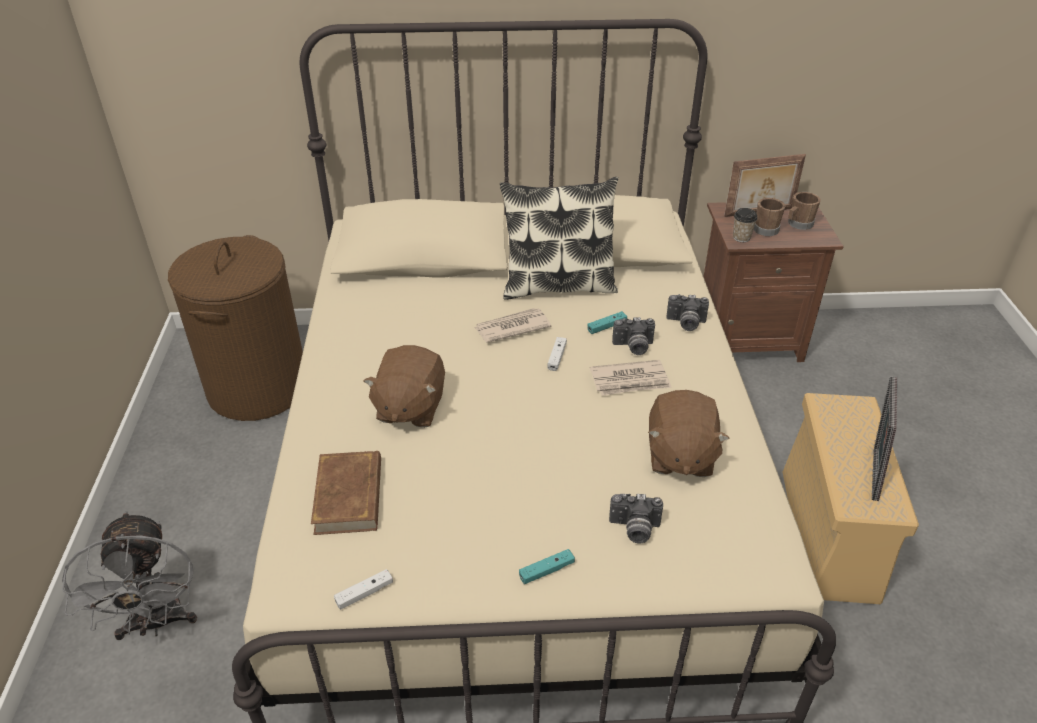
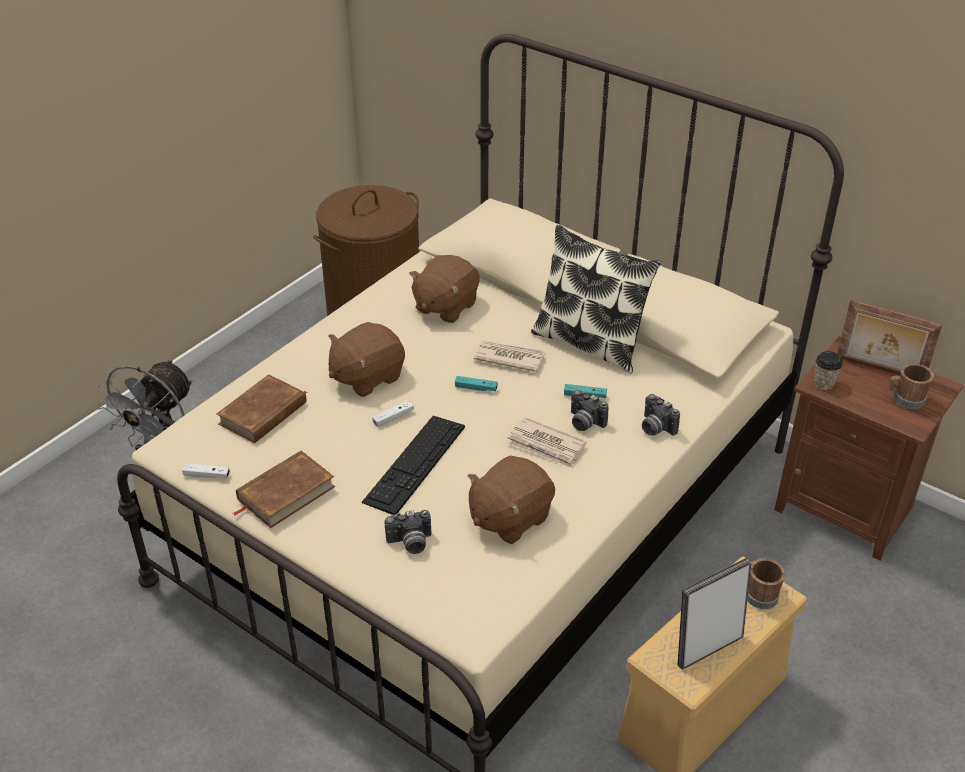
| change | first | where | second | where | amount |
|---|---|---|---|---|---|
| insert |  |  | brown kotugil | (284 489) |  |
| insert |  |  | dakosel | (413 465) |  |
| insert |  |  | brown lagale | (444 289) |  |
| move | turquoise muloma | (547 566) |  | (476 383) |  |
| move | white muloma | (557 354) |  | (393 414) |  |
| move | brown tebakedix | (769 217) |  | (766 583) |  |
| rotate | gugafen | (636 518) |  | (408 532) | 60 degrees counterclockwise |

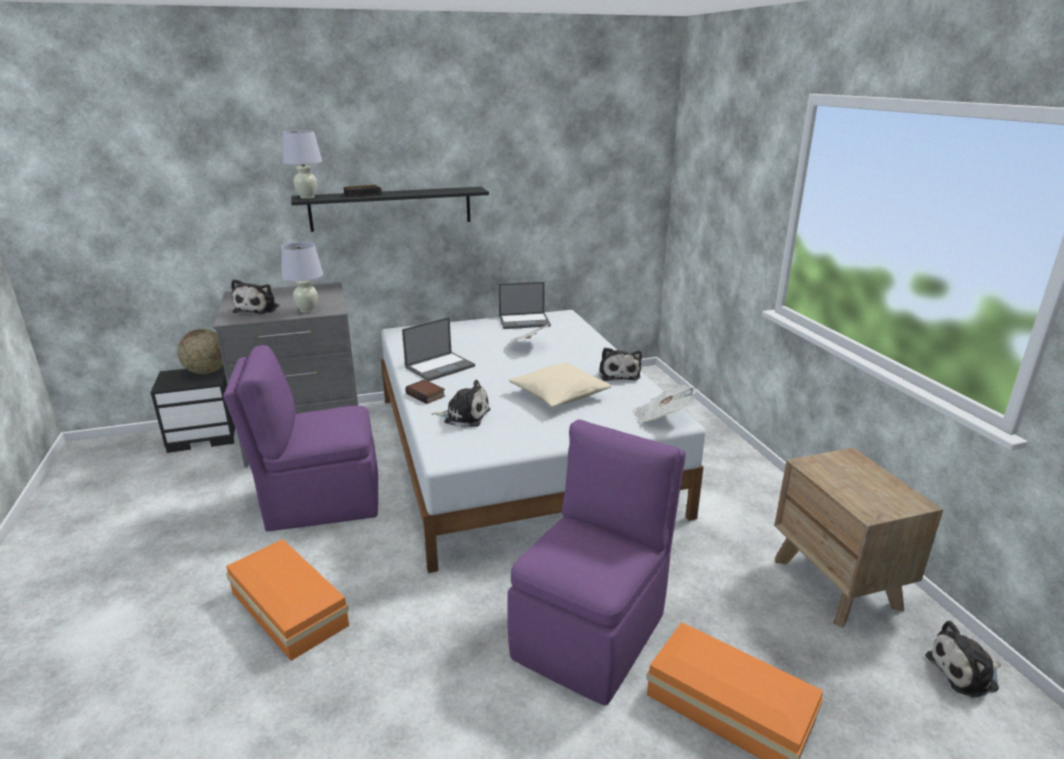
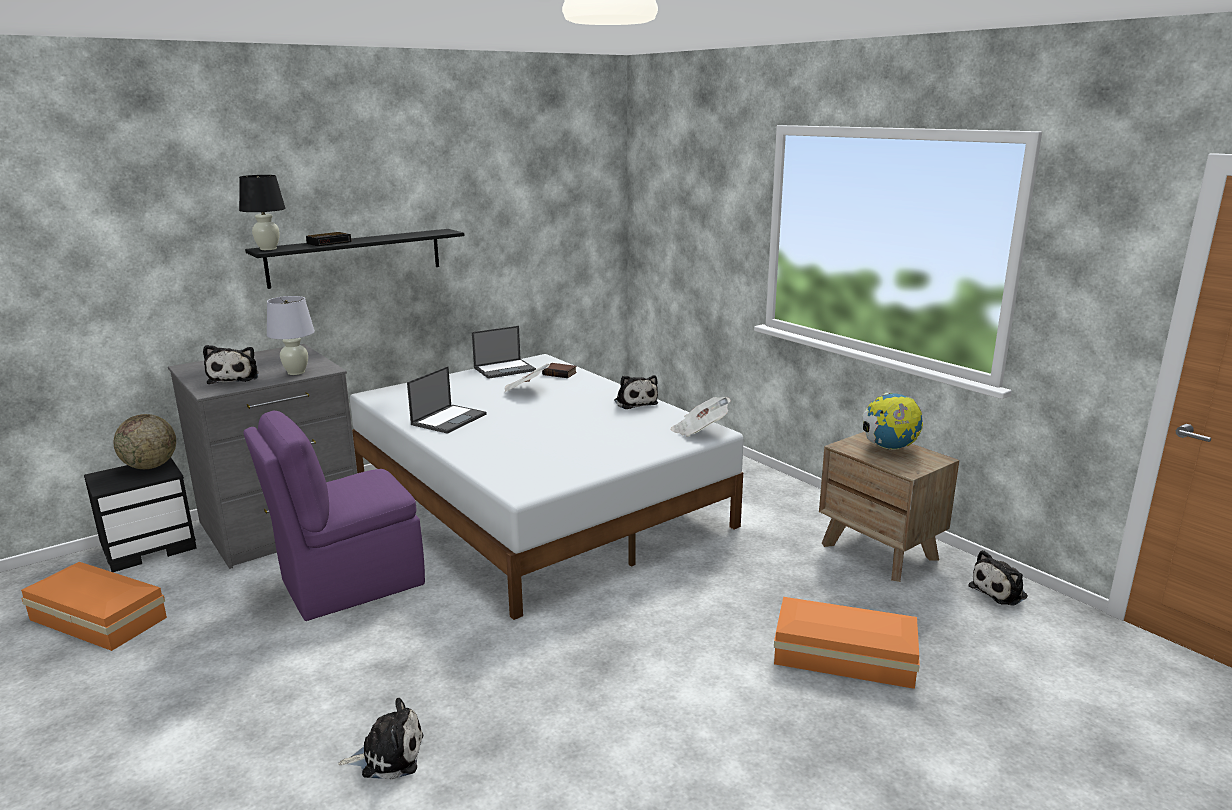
| change | first | where | second | where | amount |
|---|---|---|---|---|---|
| delete | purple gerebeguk | (596 562) |  |  |  |
| delete | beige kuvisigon | (560 384) |  |  |  |
| insert |  |  | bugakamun | (892 421) |  |
| move | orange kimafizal | (287 600) |  | (94 606) |  |
| move | kotugil | (425 391) |  | (559 370) |  |
| move | lagale | (461 404) |  | (380 739) |  |
| recolor | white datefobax | (302 164) | black datefobax | (262 212) |  |

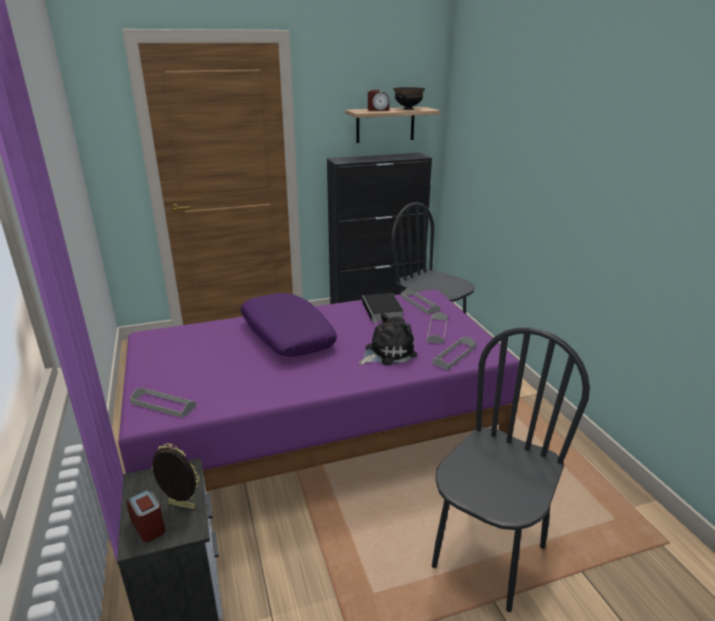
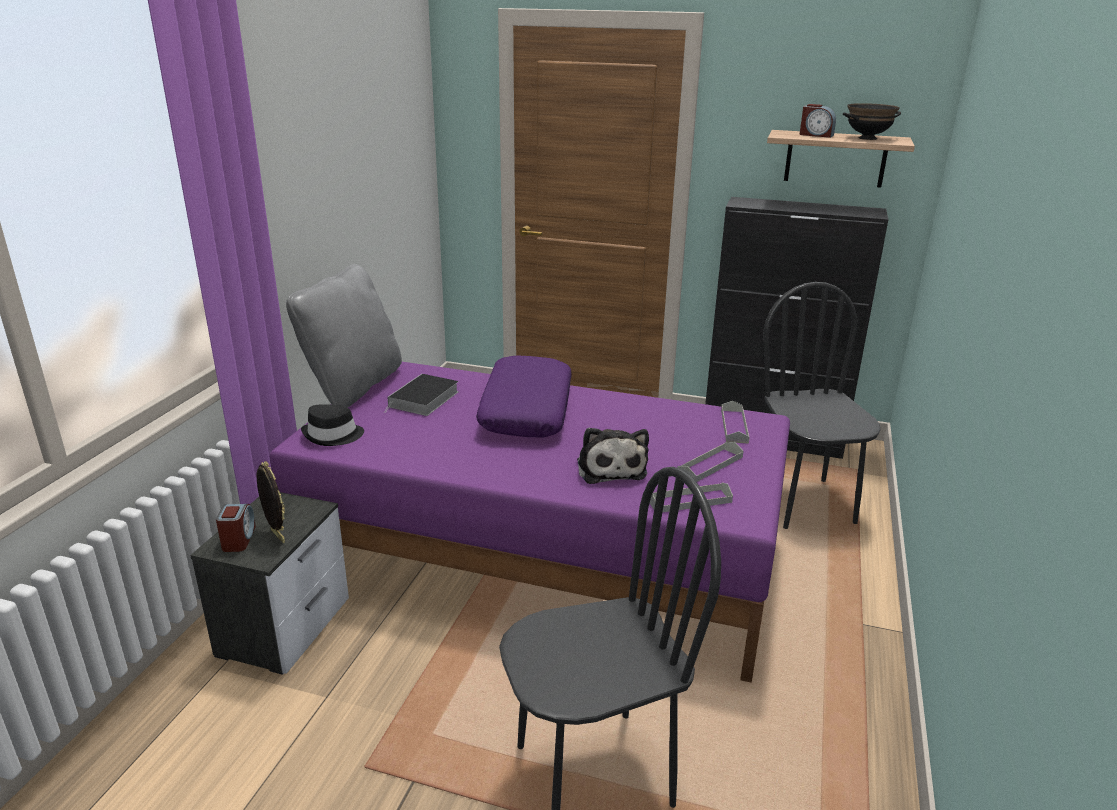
| change | first | where | second | where | amount |
|---|---|---|---|---|---|
| insert |  |  | grey kuvisigon | (344 335) |  |
| move | kotugil | (383 309) |  | (421 395) |  |
| replace | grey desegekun | (163 402) | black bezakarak | (332 425) |  |
| rotate | lagale | (388 339) |  | (613 455) | 75 degrees clockwise |

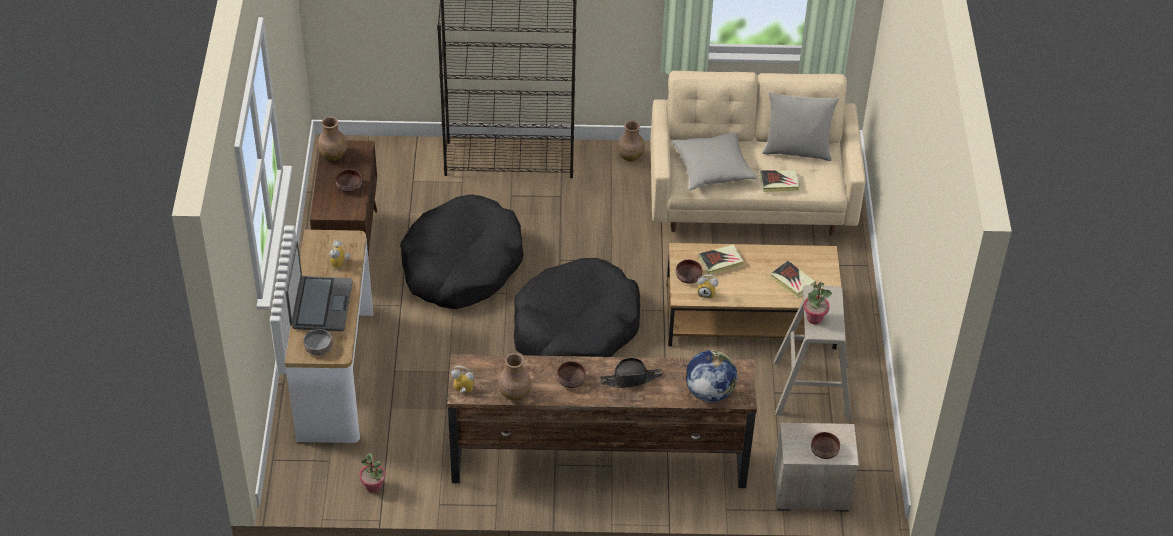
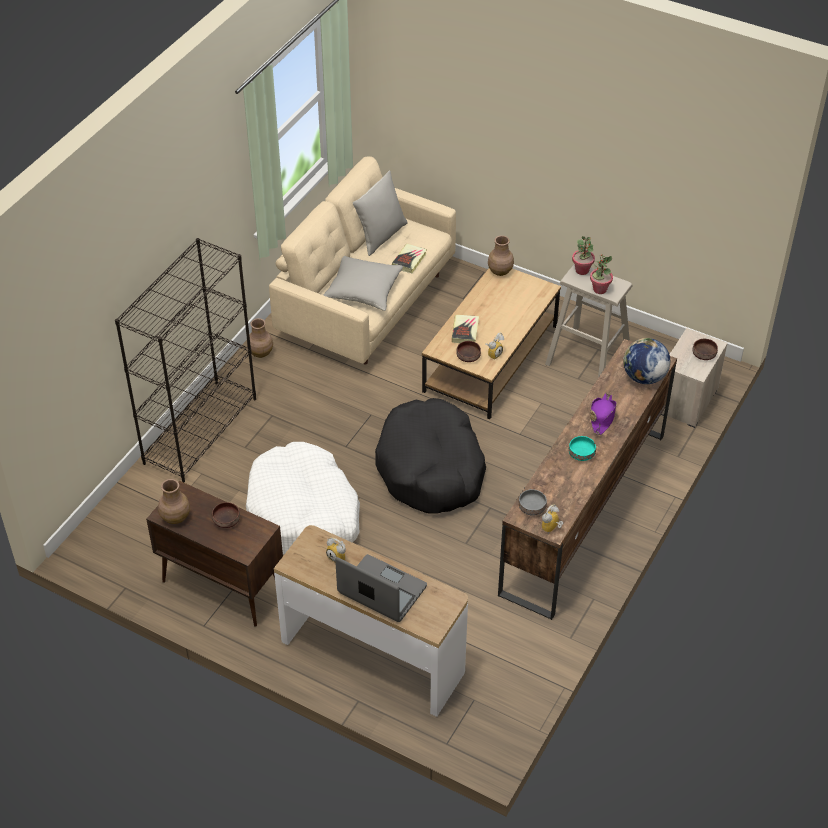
| change | first | where | second | where | amount |
|---|---|---|---|---|---|
| delete | kotugil | (793 279) |  |  |  |
| move | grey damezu | (318 342) |  | (533 502) |  |
| move | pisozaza | (372 473) |  | (583 255) |  |
| move | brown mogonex | (514 376) |  | (501 255) |  |
| recolor | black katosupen | (462 251) | white katosupen | (303 498) |  |
| recolor | brown damezu | (571 374) | turquoise damezu | (582 448) |  |
| recolor | black bezakarak | (631 373) | purple bezakarak | (603 414) |  |

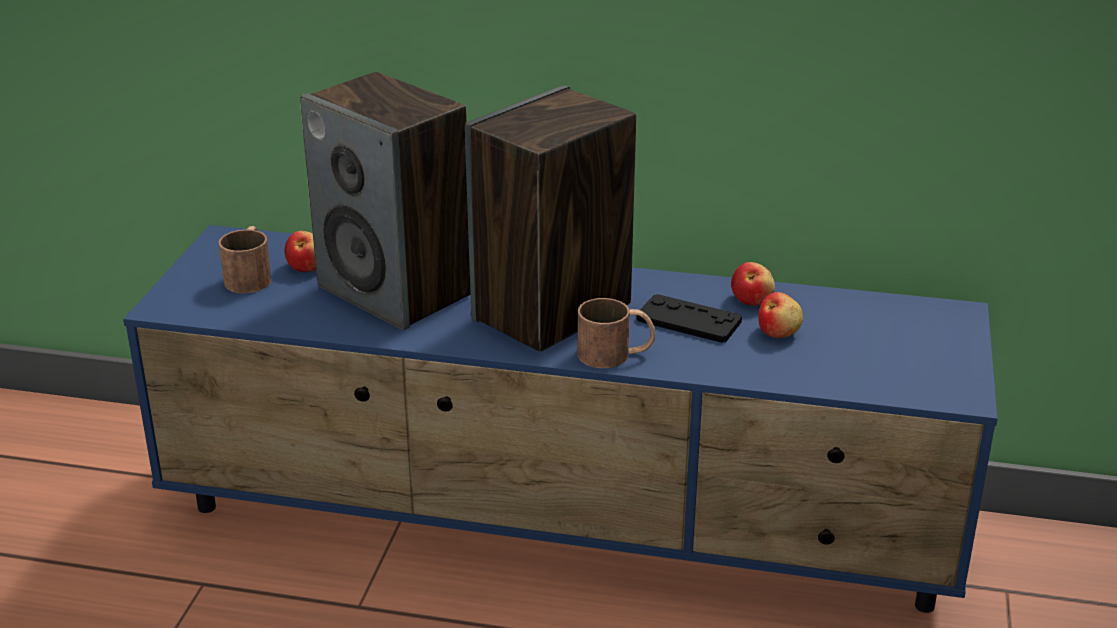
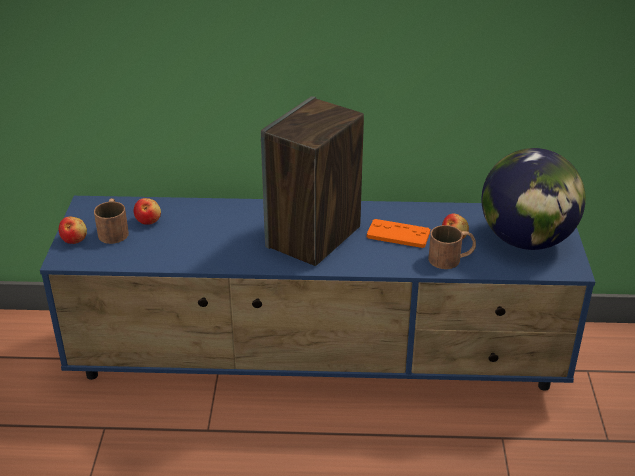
| change | first | where | second | where | amount |
|---|---|---|---|---|---|
| delete | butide | (385 201) |  |  |  |
| insert |  |  | bugakamun | (534 199) |  |
| move | brown tebakedix | (617 333) |  | (452 247) |  |
| move | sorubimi | (753 283) |  | (73 230) |  |
| recolor | black muloma | (689 318) | orange muloma | (398 233) |  |

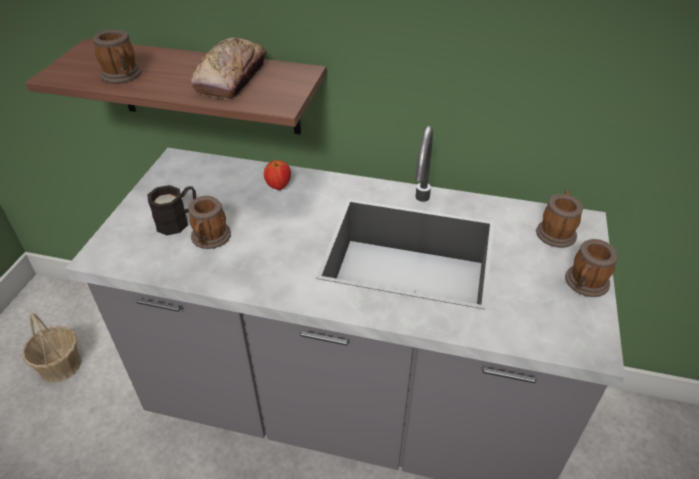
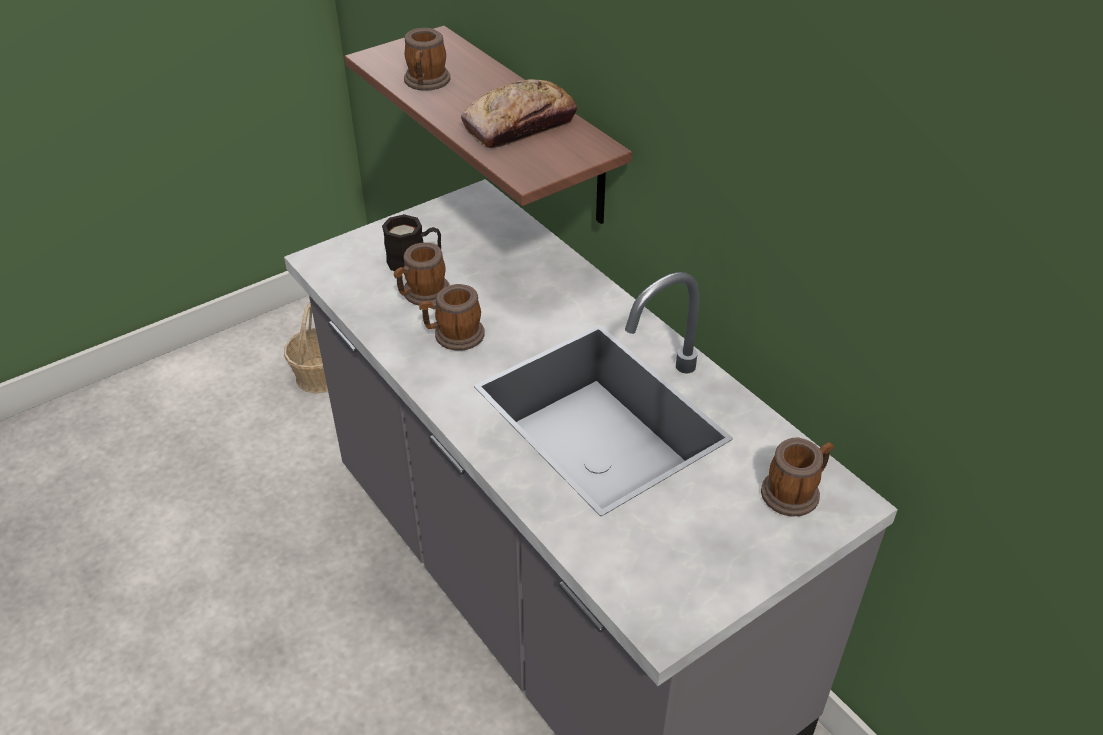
| change | first | where | second | where | amount |
|---|---|---|---|---|---|
| delete | sorubimi | (277 175) |  |  |  |
| move | tebakedix | (591 268) |  | (452 317) |  |

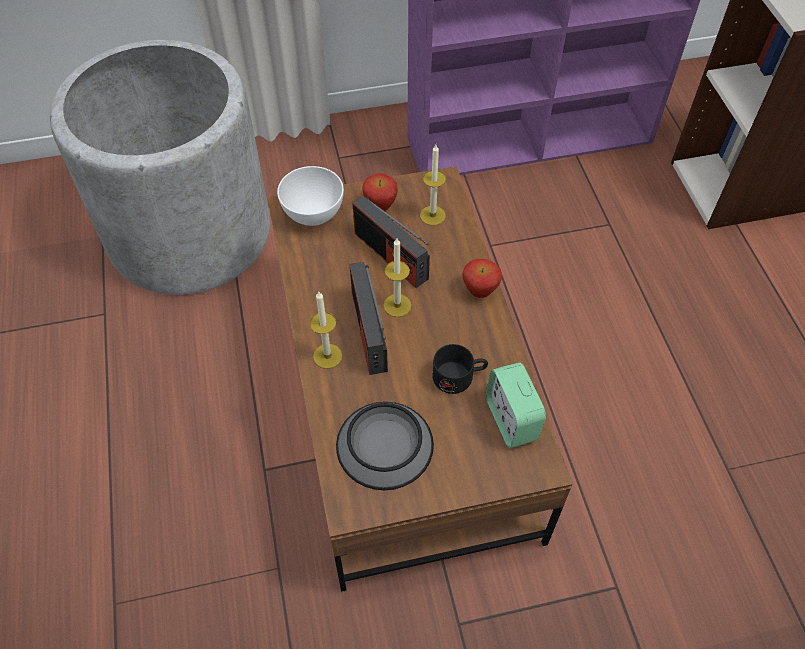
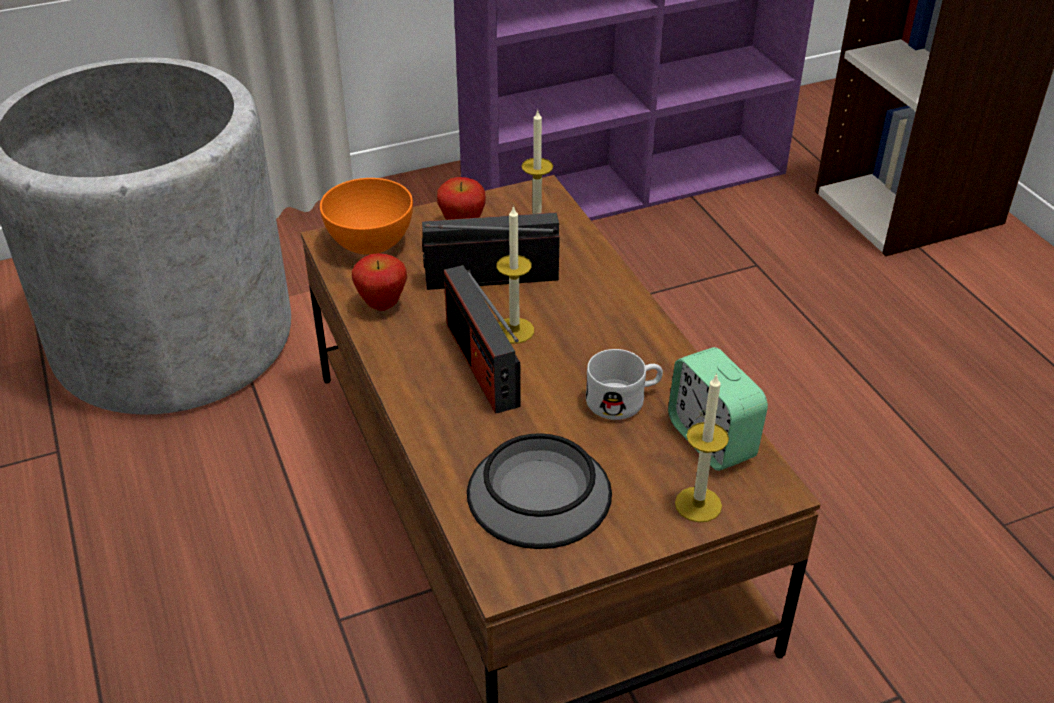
| change | first | where | second | where | amount |
|---|---|---|---|---|---|
| move | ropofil | (326 330) |  | (702 447) |  |
| move | sorubimi | (482 278) |  | (379 282) |  |
| recolor | white damezu | (310 196) | orange damezu | (366 216) |  |
| recolor | black tebakedix | (460 369) | white tebakedix | (624 384) |  |
| rotate | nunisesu | (391 242) |  | (491 251) | 135 degrees clockwise |

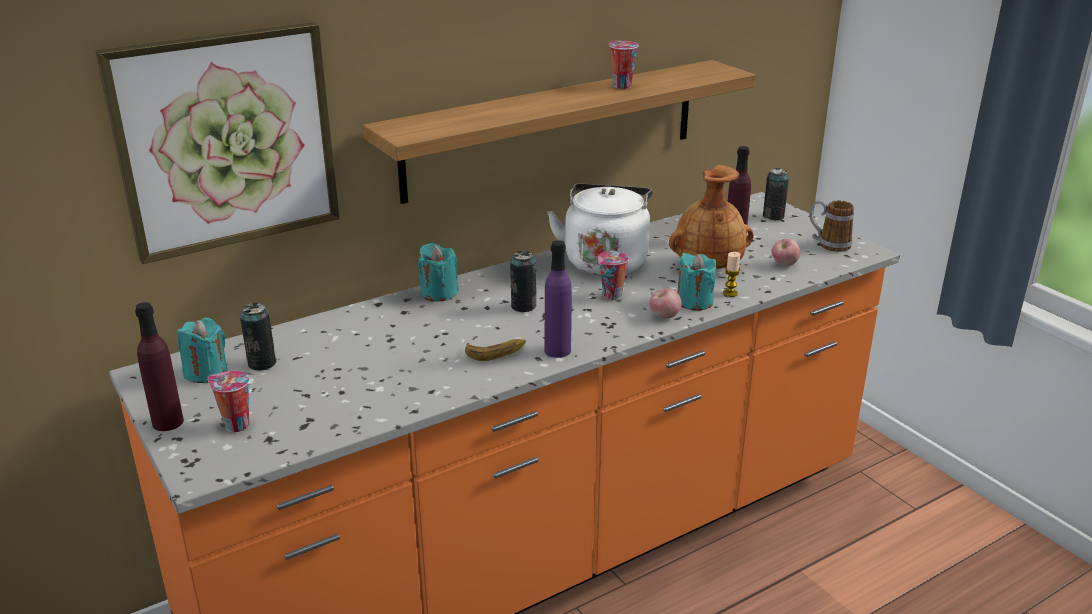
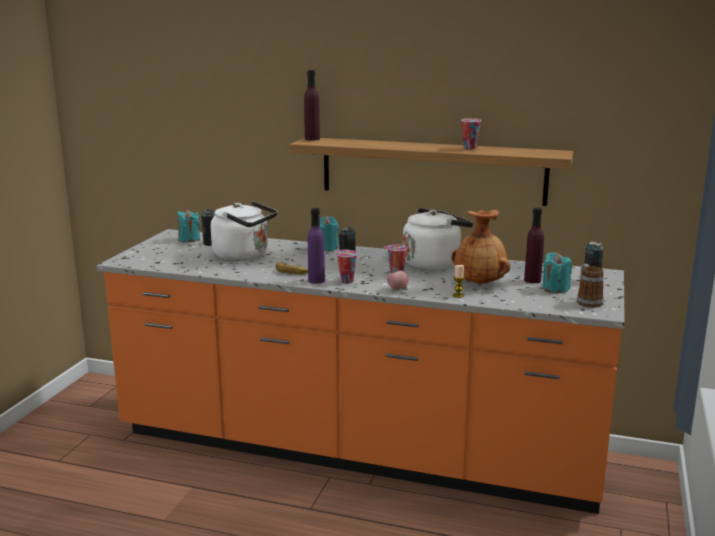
| change | first | where | second | where | amount |
|---|---|---|---|---|---|
| delete | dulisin | (217 143) |  |  |  |
| delete | sorubimi | (786 252) |  |  |  |
| insert |  |  | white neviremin | (244 231) |  |
| move | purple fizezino | (159 366) |  | (312 105) |  |
| move | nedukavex | (228 401) |  | (346 266) |  |
| move | turquoise ropofil | (696 282) |  | (557 272) |  |

